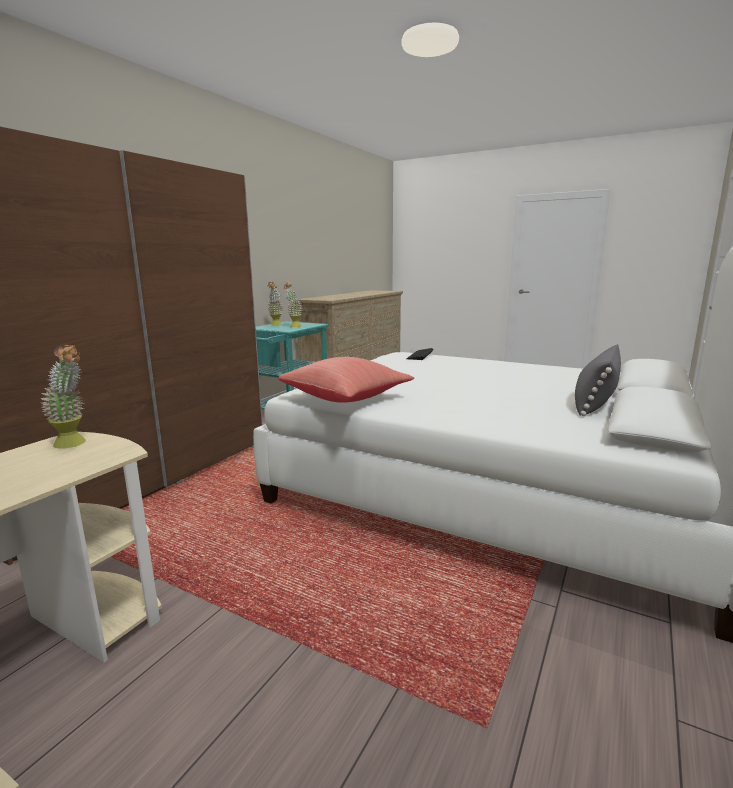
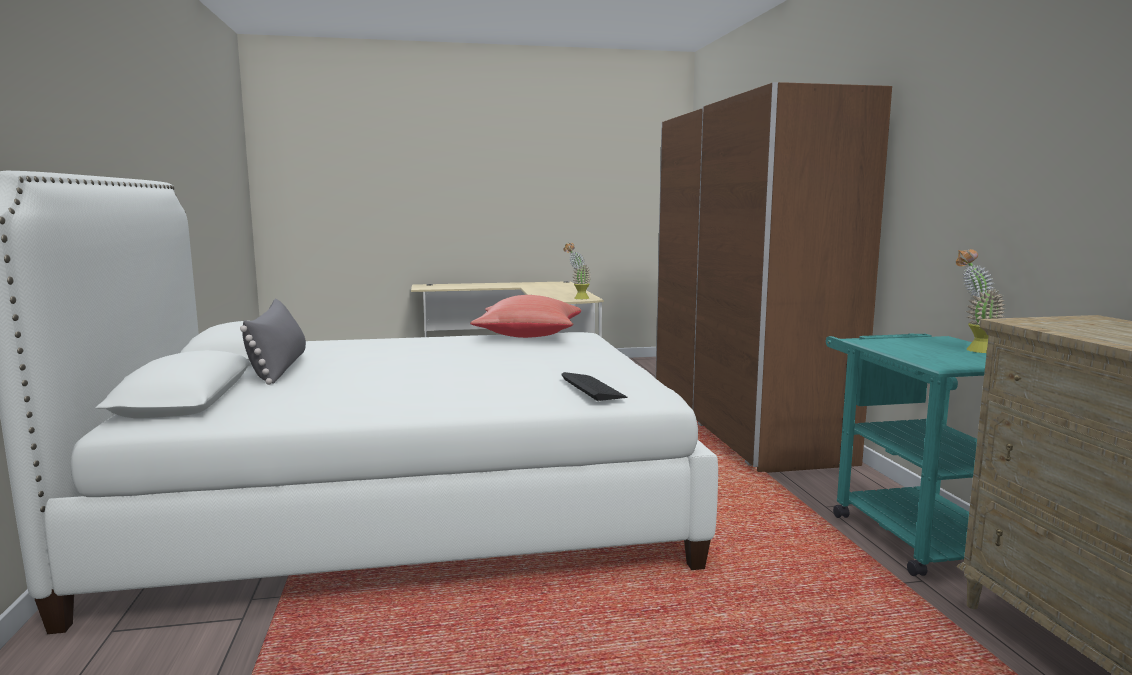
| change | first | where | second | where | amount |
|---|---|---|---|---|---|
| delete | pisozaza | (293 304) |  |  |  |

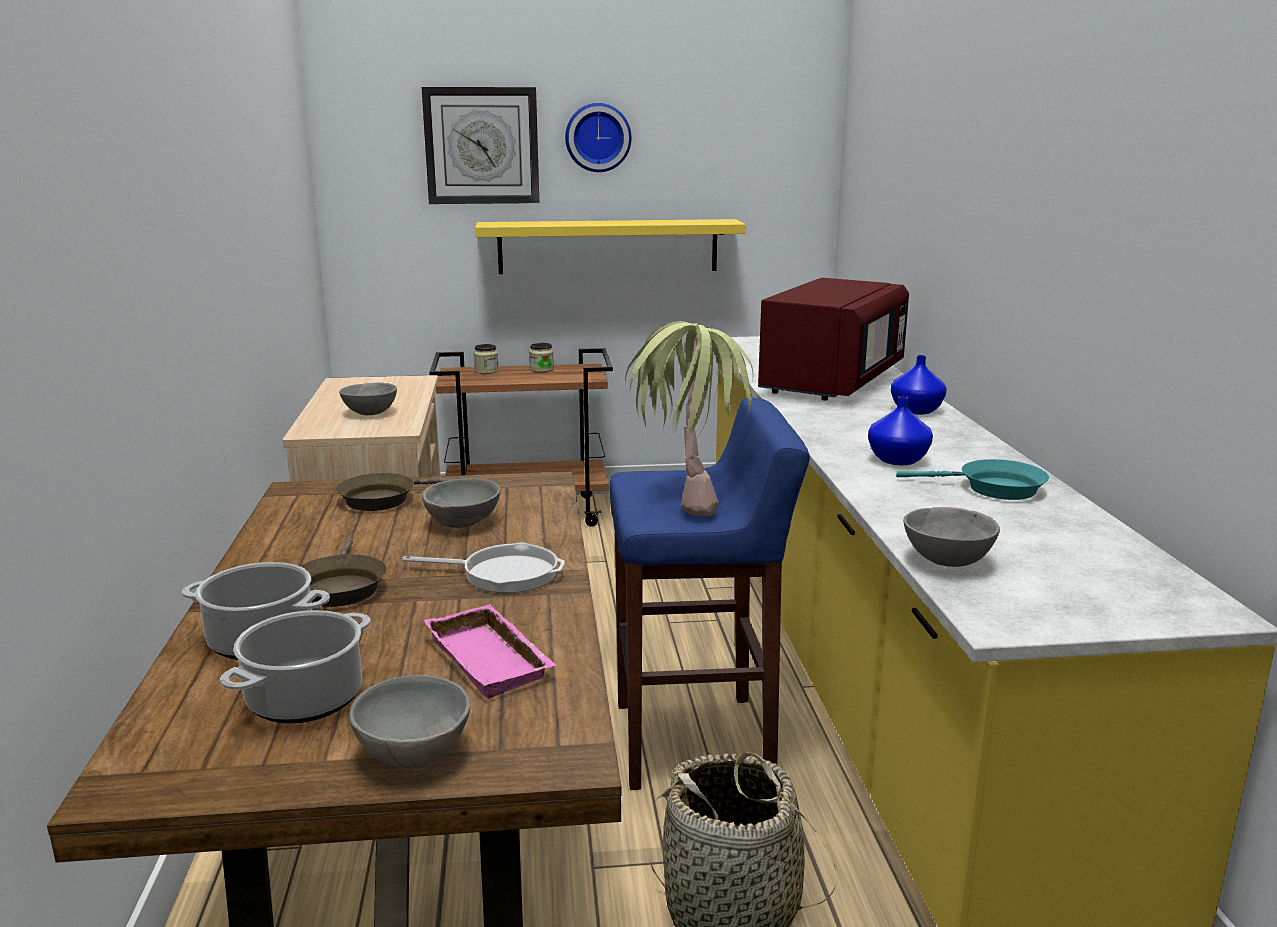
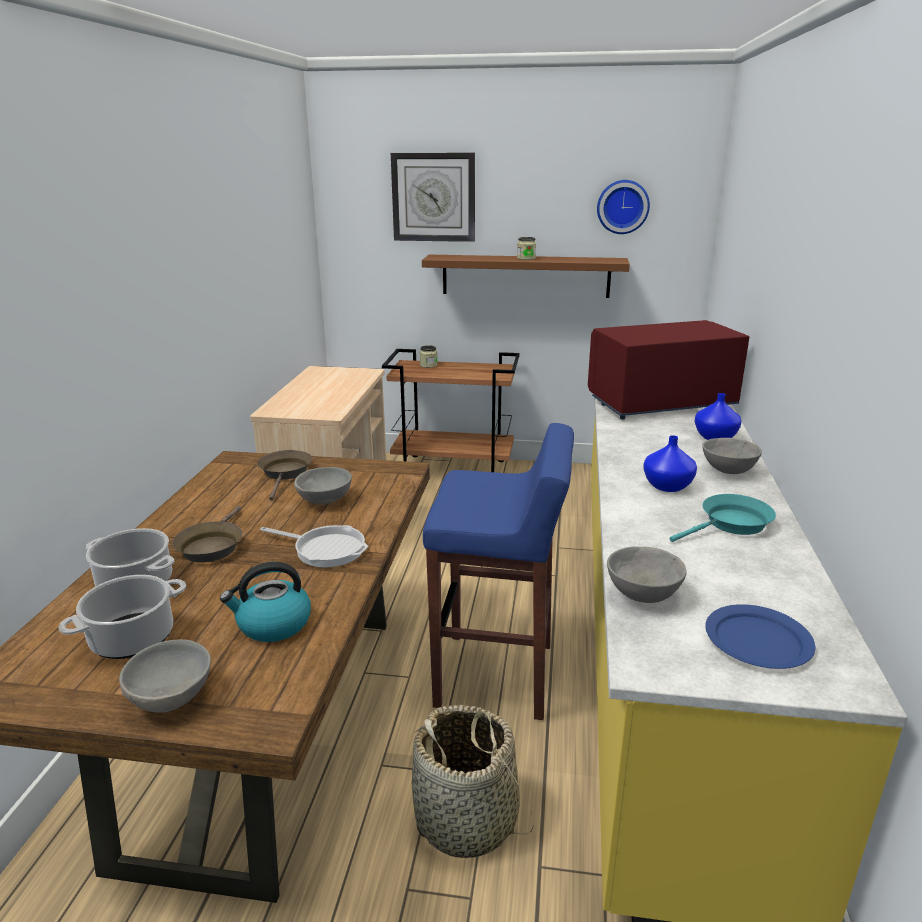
| change | first | where | second | where | amount |
|---|---|---|---|---|---|
| delete | pisozaza | (689 418) |  |  |  |
| insert |  |  | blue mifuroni | (760 636) |  |
| move | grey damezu | (368 399) |  | (732 456) |  |
| move | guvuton | (541 358) |  | (526 248) |  |
| move | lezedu | (598 137) |  | (623 207) |  |
| replace | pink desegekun | (490 651) | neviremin | (265 602) |  |
| recolor | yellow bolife | (610 246) | brown bolife | (526 276) |  |
| rotate | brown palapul | (401 492) |  | (284 475) | 105 degrees clockwise |
| rotate | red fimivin | (833 339) |  | (668 370) | 150 degrees counterclockwise |
| rotate | turquoise palapul | (972 479) |  | (723 518) | 60 degrees counterclockwise |

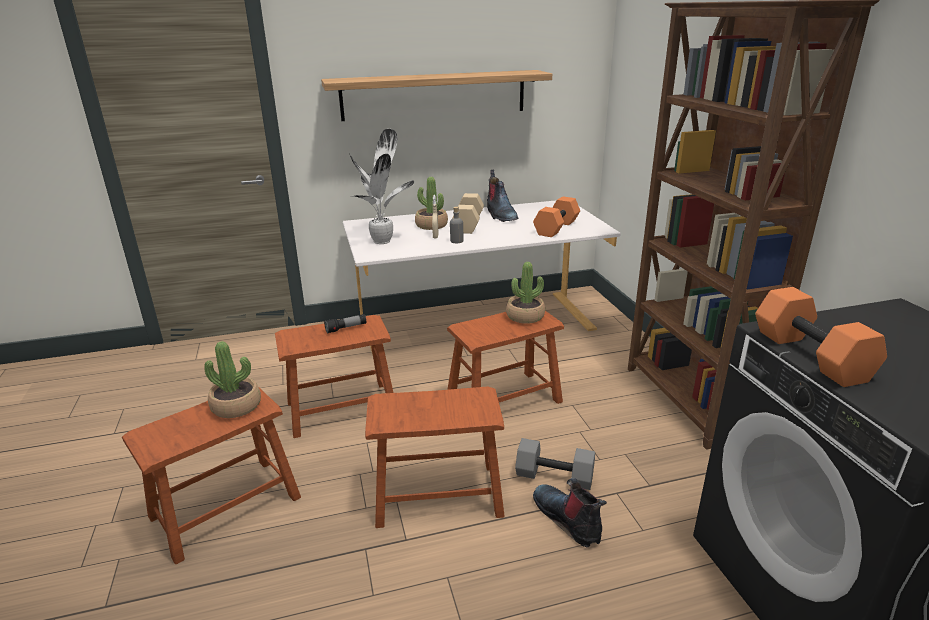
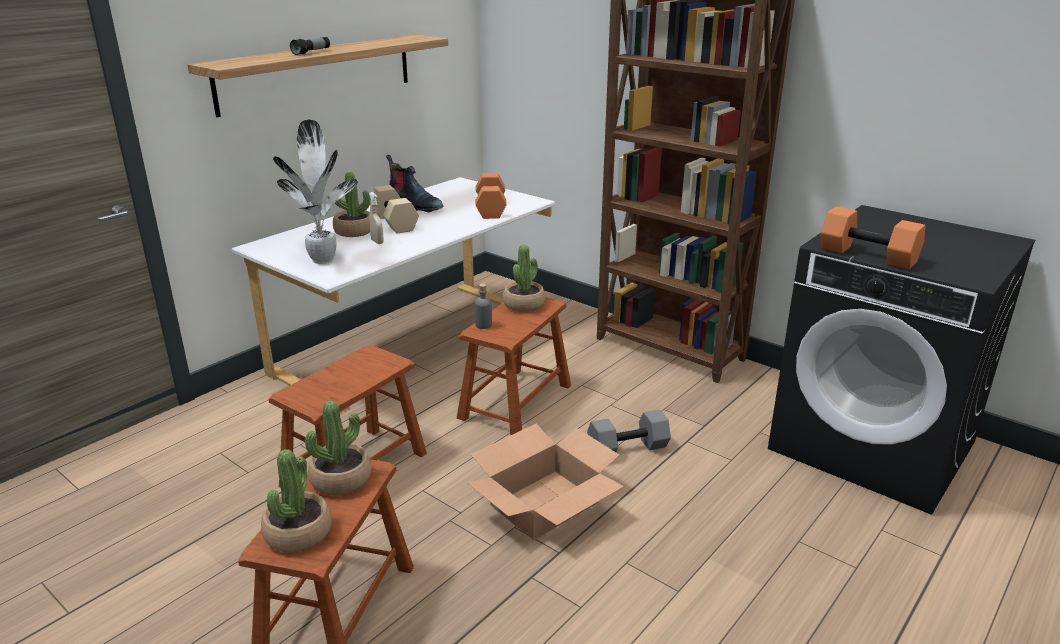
| change | first | where | second | where | amount |
|---|---|---|---|---|---|
| delete | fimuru | (570 513) |  |  |  |
| insert |  |  | pisozaza | (296 501) |  |
| move | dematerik | (345 324) |  | (310 46) |  |
| move | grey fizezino | (456 224) |  | (483 306) |  |
| replace | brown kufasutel | (435 457) | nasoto | (545 482) |  |

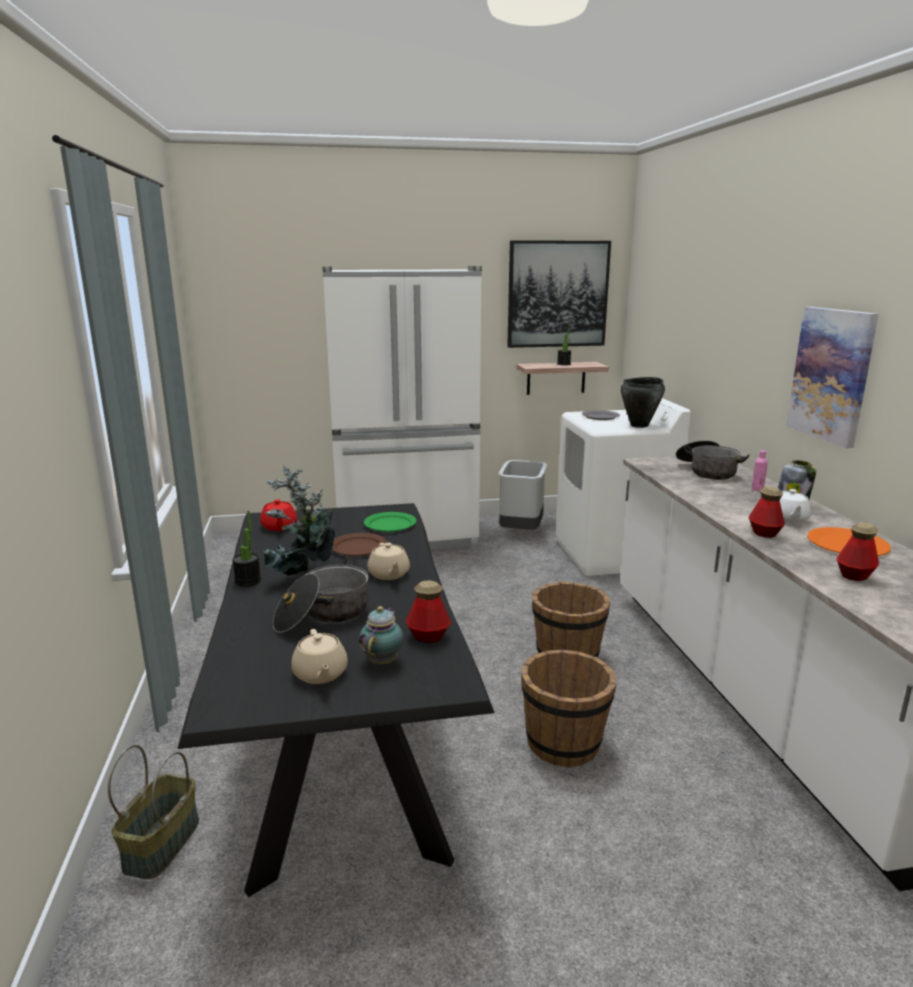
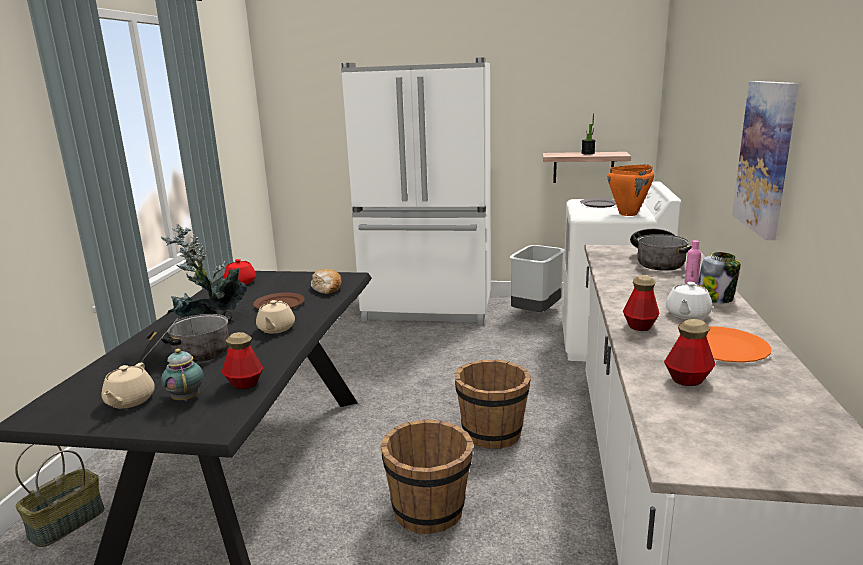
| change | first | where | second | where | amount |
|---|---|---|---|---|---|
| delete | pisozaza | (246 548) |  |  |  |
| delete | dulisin | (559 294) |  |  |  |
| replace | green mifuroni | (390 522) | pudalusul | (326 281) |  |
| recolor | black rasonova | (643 402) | orange rasonova | (631 190) |  |
| rotate | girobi | (381 635) |  | (182 375) | 60 degrees counterclockwise |

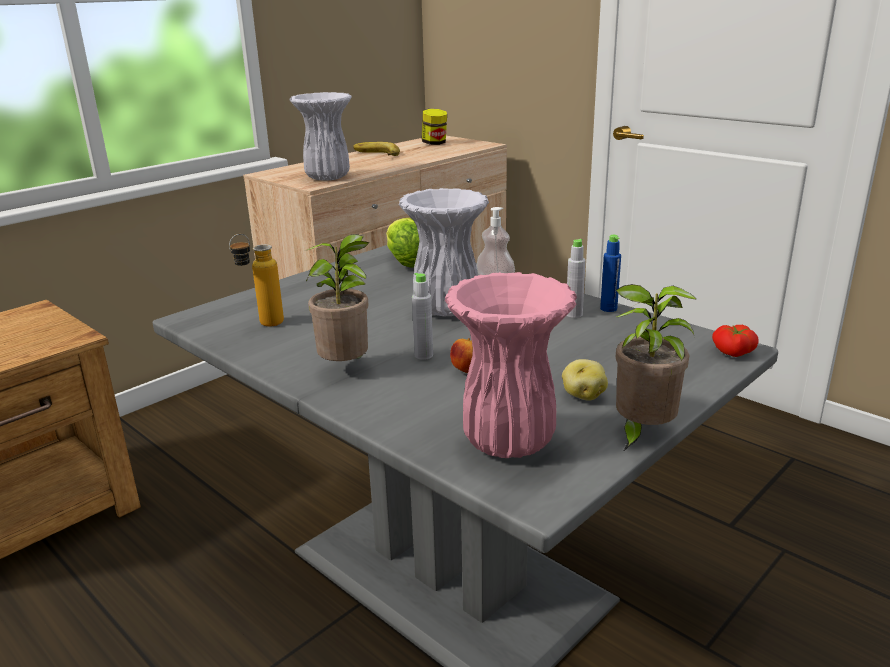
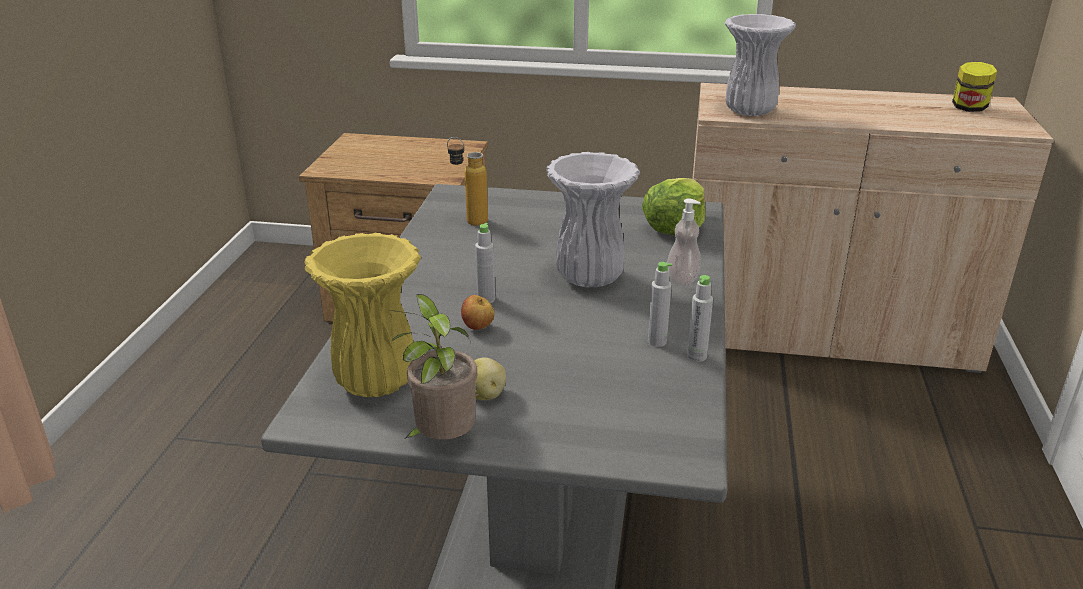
| change | first | where | second | where | amount |
|---|---|---|---|---|---|
| delete | pisozaza | (337 297) |  |  |  |
| delete | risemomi | (376 149) |  |  |  |
| delete | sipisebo | (735 341) |  |  |  |
| recolor | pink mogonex | (511 365) | yellow mogonex | (362 314) |  |
| recolor | blue fizezino | (610 273) | grey fizezino | (700 318) |  |

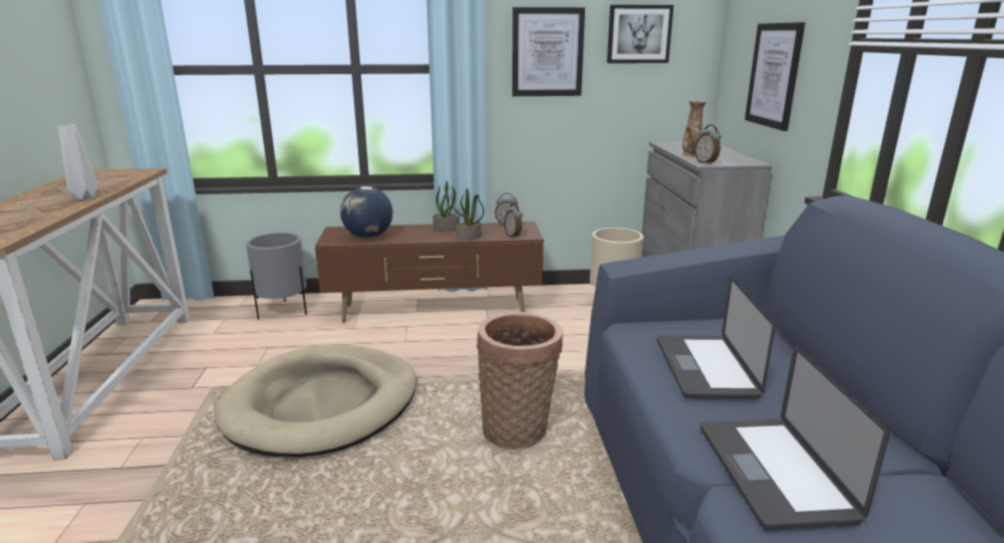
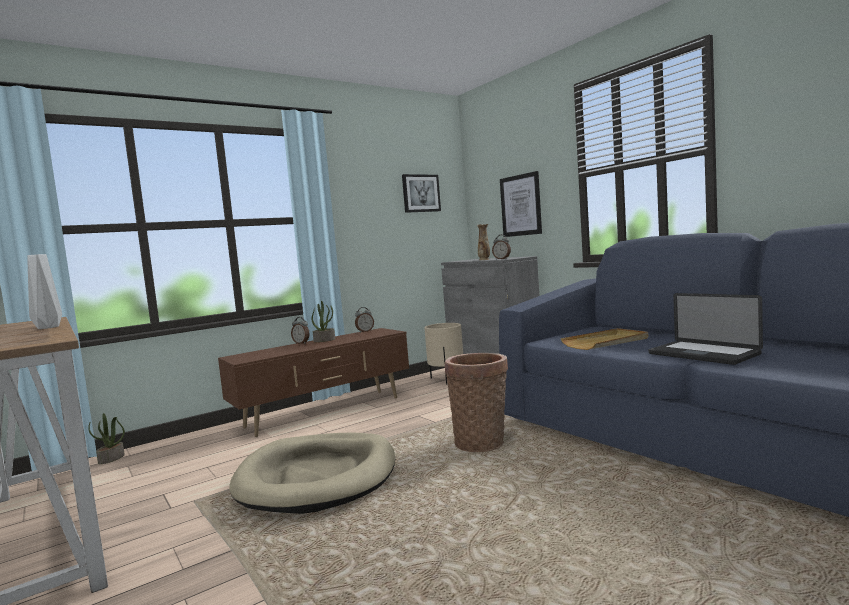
| change | first | where | second | where | amount |
|---|---|---|---|---|---|
| delete | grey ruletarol | (276 276) |  |  |  |
| delete | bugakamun | (366 212) |  |  |  |
| delete | dulisin | (548 51) |  |  |  |
| move | pisozaza | (468 214) |  | (106 438) |  |
| move | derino | (513 221) |  | (300 330) |  |
| replace | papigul | (716 337) | beige desegekun | (604 339) |  |

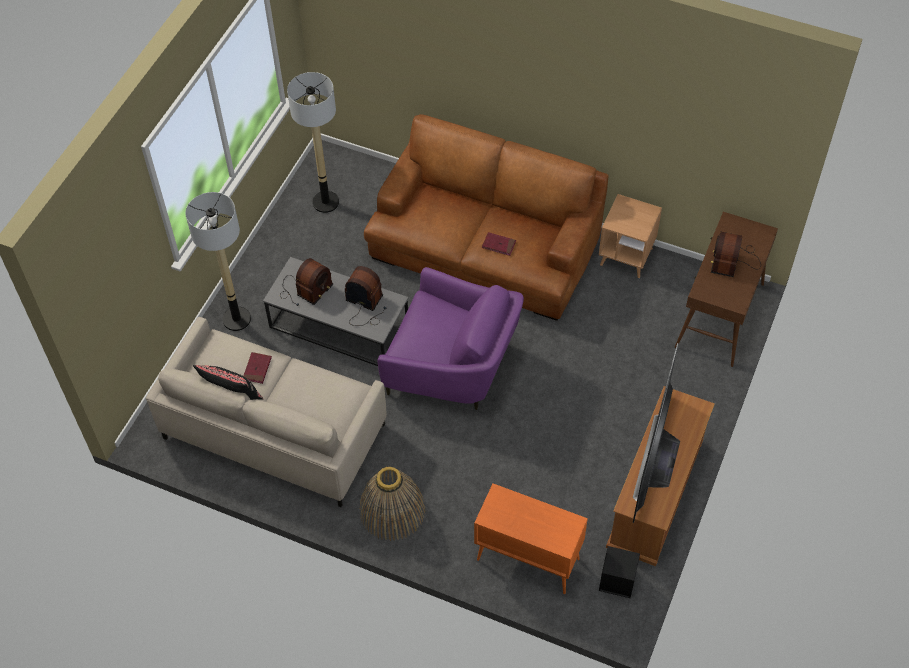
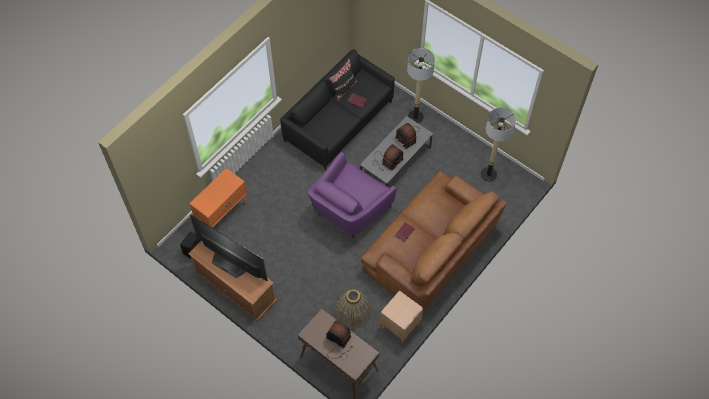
| change | first | where | second | where | amount |
|---|---|---|---|---|---|
| move | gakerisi | (392 504) |  | (353 309) |  |
| recolor | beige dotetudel | (266 412) | black dotetudel | (337 110) |  |

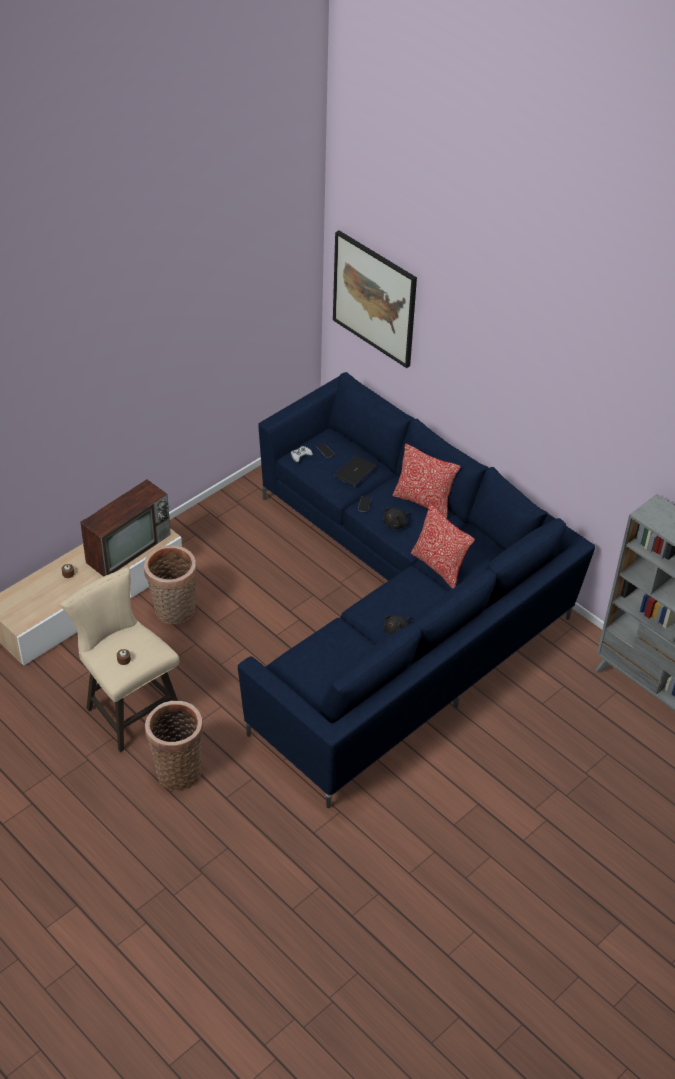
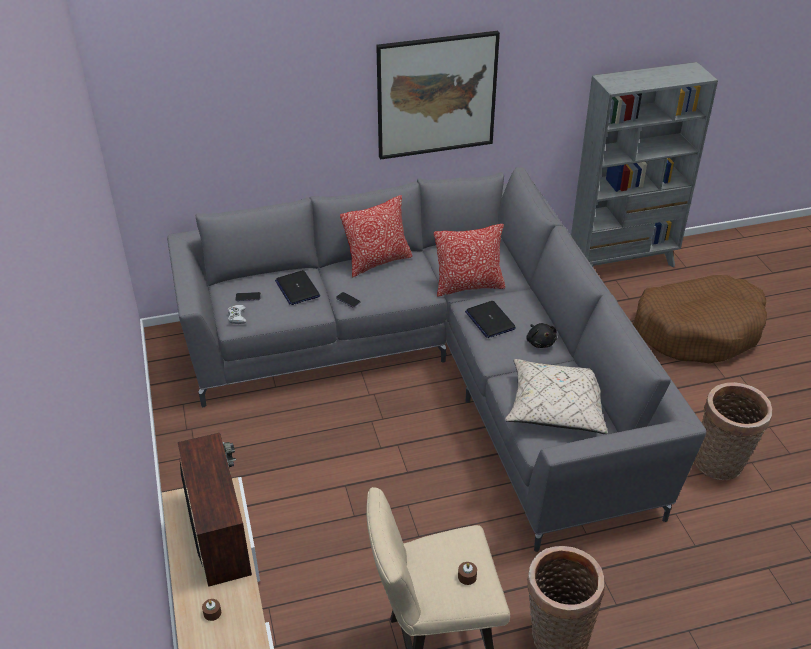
| change | first | where | second | where | amount |
|---|---|---|---|---|---|
| delete | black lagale | (396 518) |  |  |  |
| insert |  |  | papigul | (490 319) |  |
| insert |  |  | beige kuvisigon | (556 396) |  |
| insert |  |  | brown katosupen | (700 319) |  |
| move | gakerisi | (170 584) |  | (733 431) |  |
| move | dulisin | (375 299) |  | (438 95) |  |
| recolor | blue dotetudel | (416 590) | grey dotetudel | (437 359) |  |

